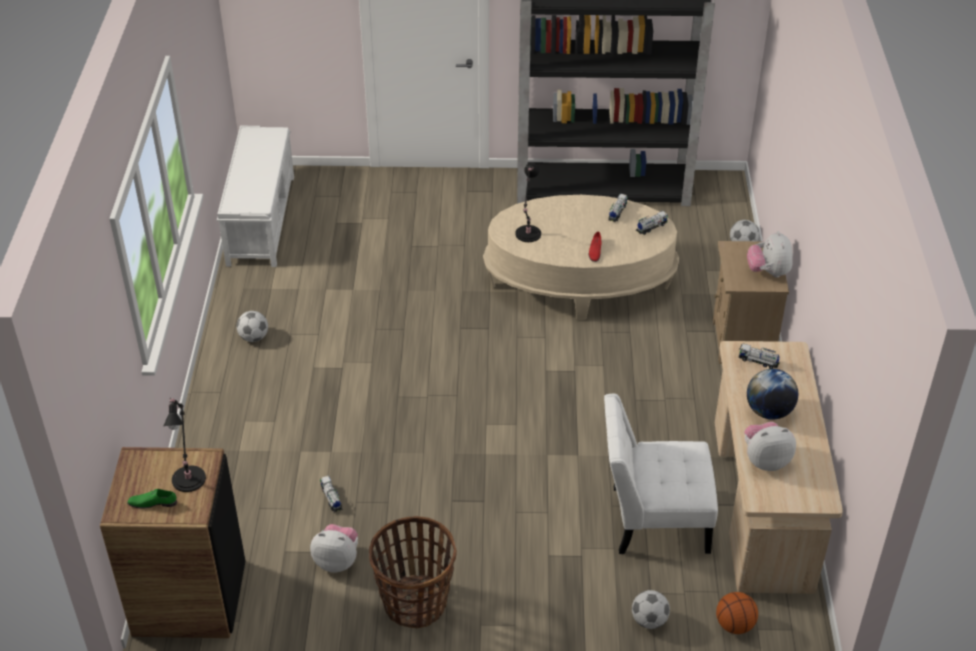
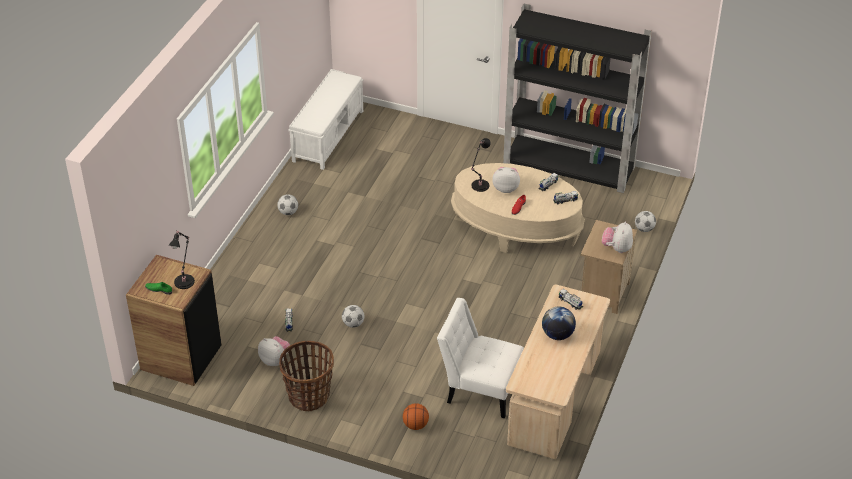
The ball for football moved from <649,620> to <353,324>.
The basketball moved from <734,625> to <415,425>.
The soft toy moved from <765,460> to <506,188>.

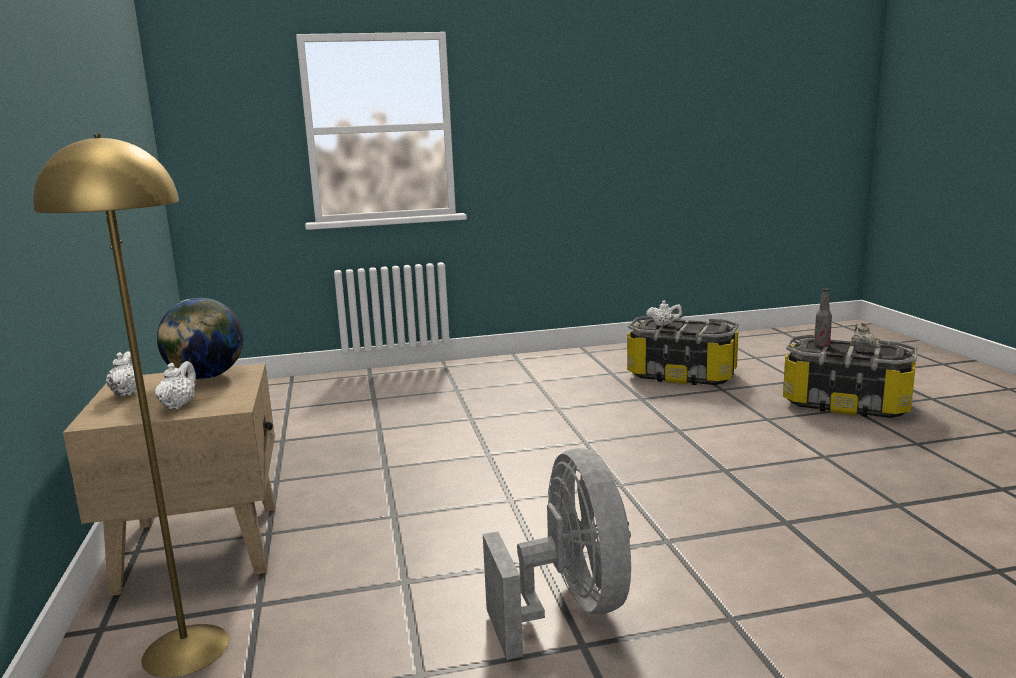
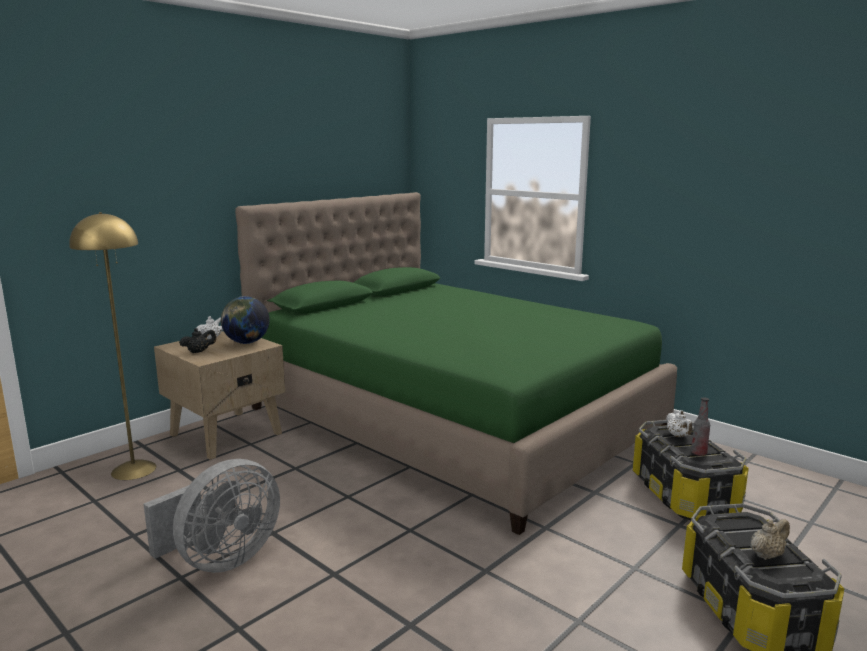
The teapot in whitish at <178,405> became the teapot in blackish at <199,352>.
The bed in green at <450,419> appeared.
The drink bottle moved from <821,345> to <698,453>.

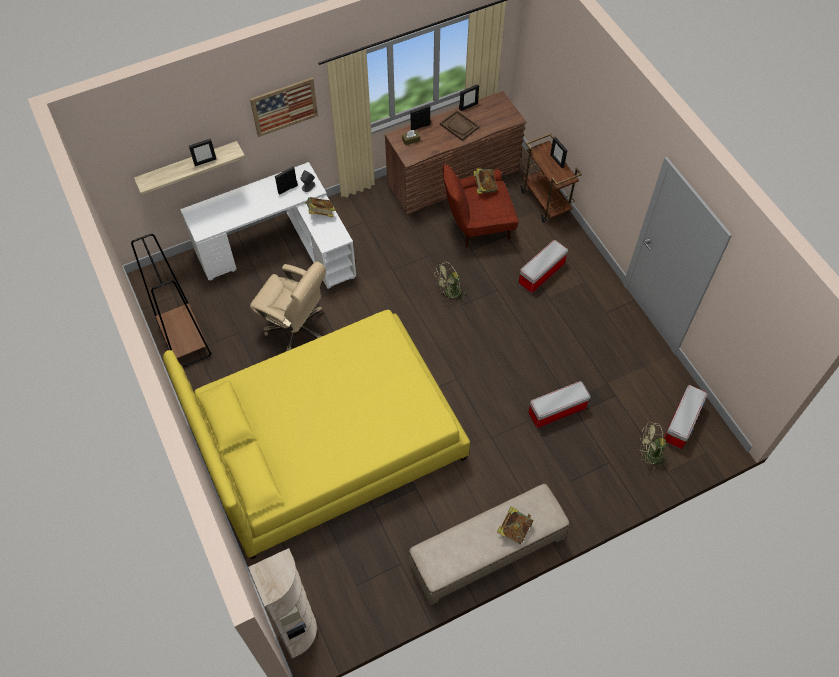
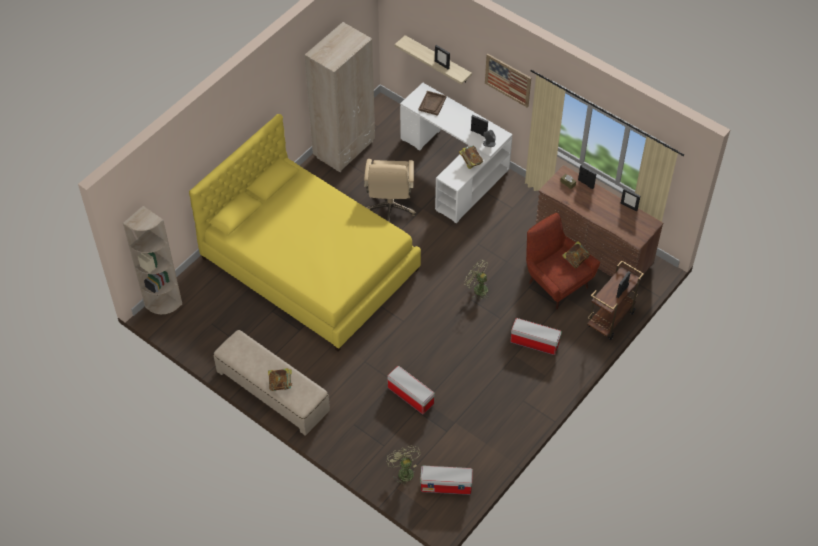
The clothes rack at <184,340> was replaced by the armoire in beige-coloured at <345,149>.
The tray in brown moved from <459,126> to <432,104>.

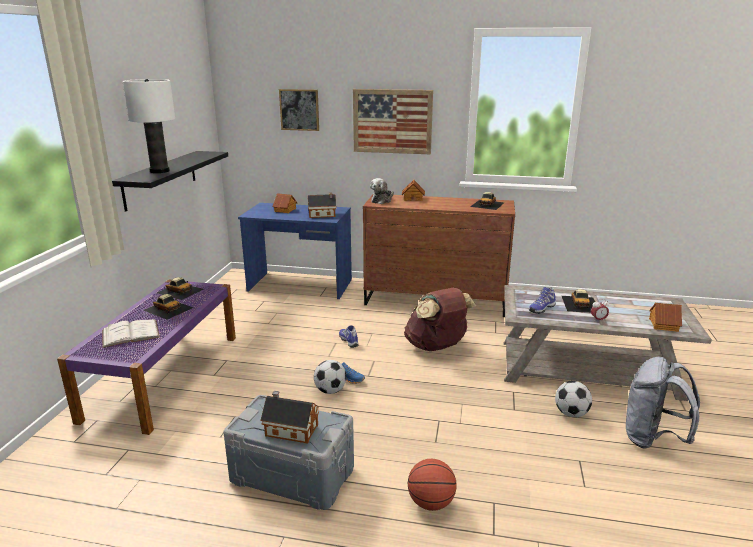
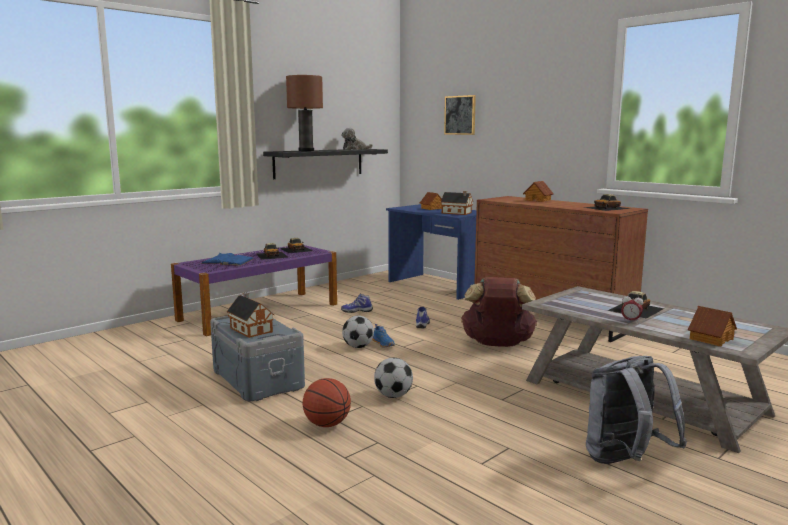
The bound book in whitish at <130,333> became the bound book in blue at <227,261>.
The table lamp in whitish at <160,171> became the table lamp in brown at <306,150>.
The soft toy moved from <382,200> to <355,149>.
The low shoe moved from <541,308> to <357,311>.
The ball for football moved from <571,414> to <393,396>.
The wall art at <392,121> disappeared.

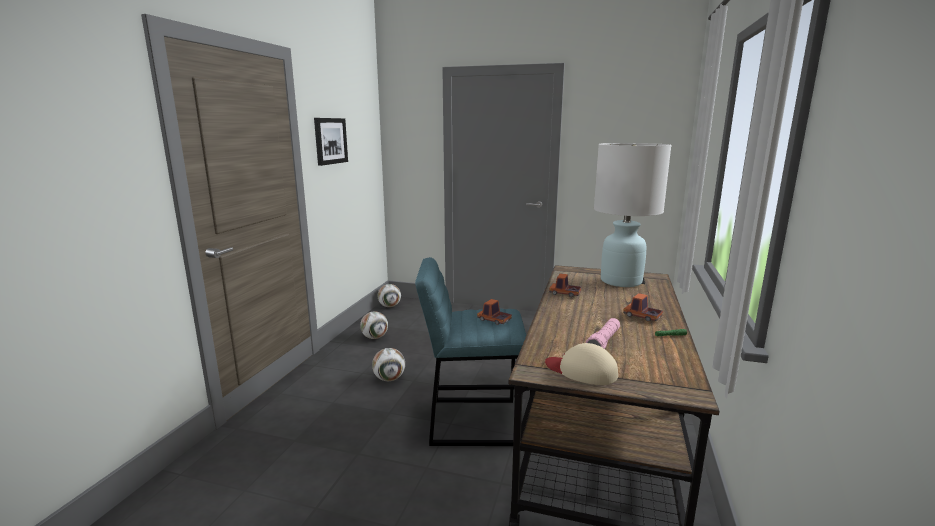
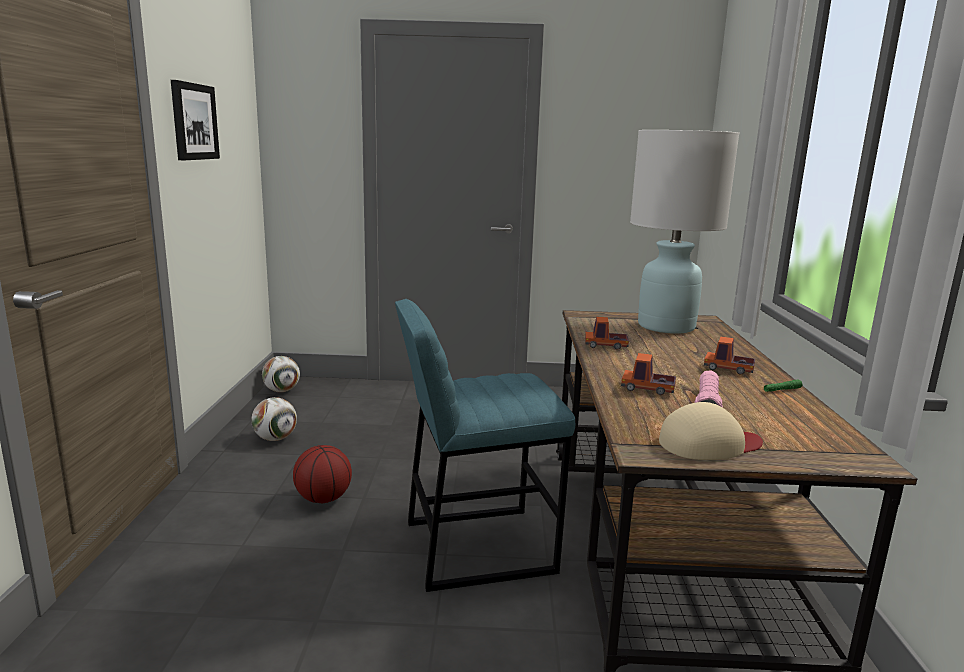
The ball for football at <389,379> was replaced by the basketball at <323,498>.
The toy lorry moved from <494,320> to <647,388>.
The cap in beige-coloured at <582,370> turned 150 degrees clockwise.

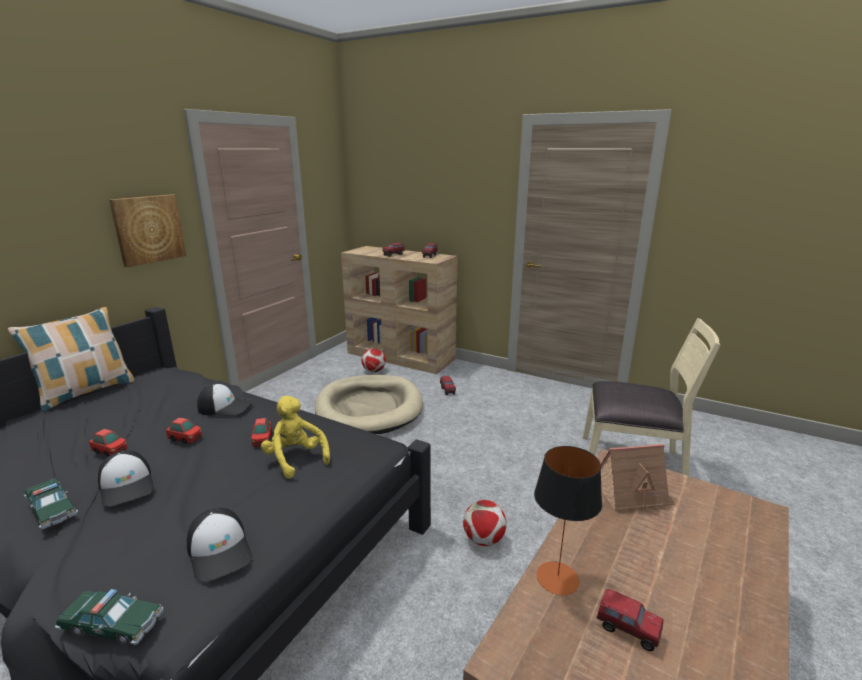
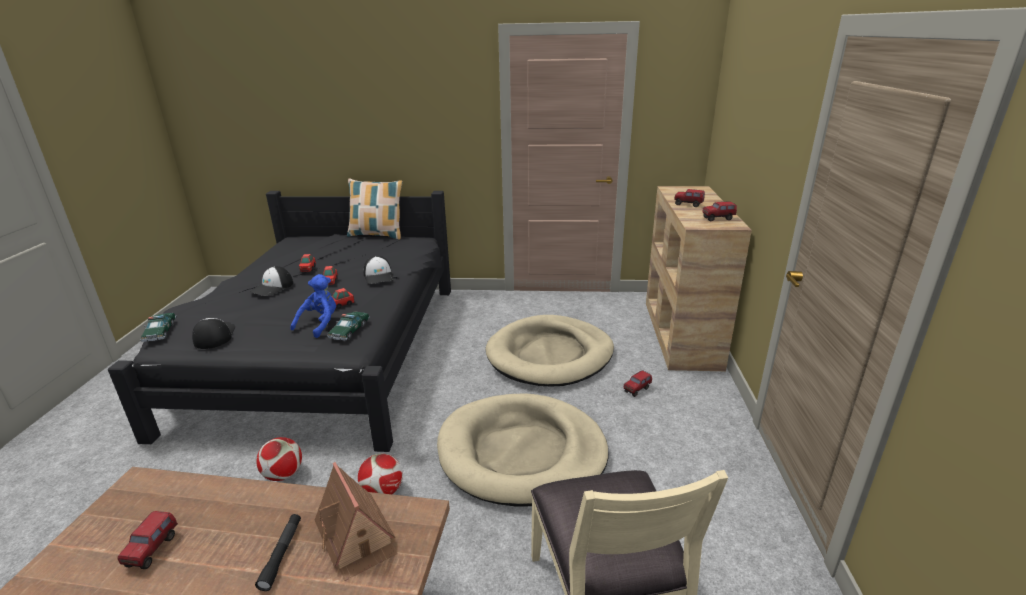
The cap at <220,551> turned 135 degrees clockwise.
The torch in blackish at <281,554> appeared.
The ball for football moved from <374,371> to <283,474>.
The soft toy in yellow-coloured at <295,459> became the soft toy in blue at <320,324>.
The toy car moved from <52,509> to <350,331>.
The dog cushion in beige-coloured at <522,453> appeared.
The wall art at <148,229> disappeared.
The table lamp at <557,578> disappeared.

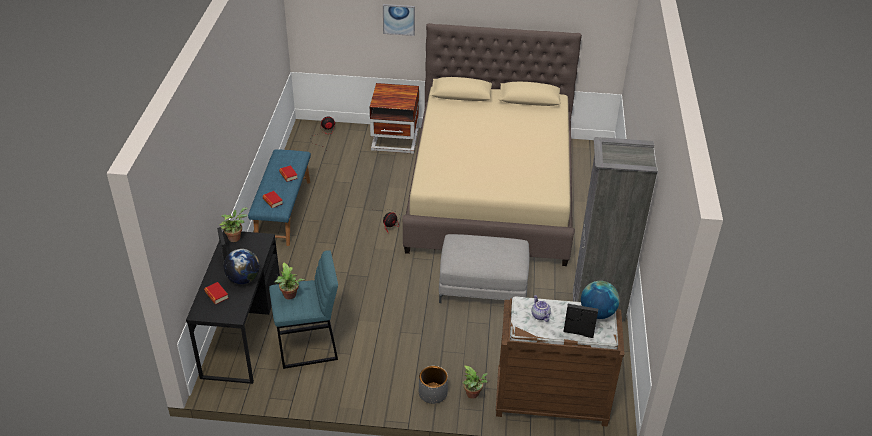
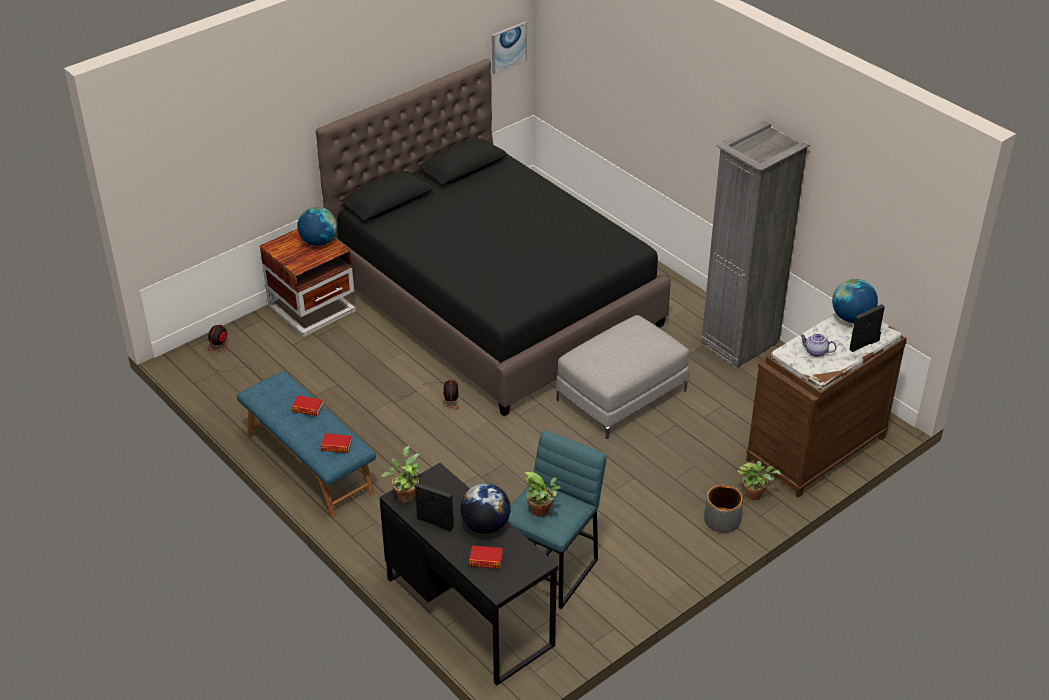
The globe at <318,242> appeared.
The bed in beige-coloured at <491,192> became the bed in blackish at <495,301>.
The wall art moved from <399,19> to <508,47>.

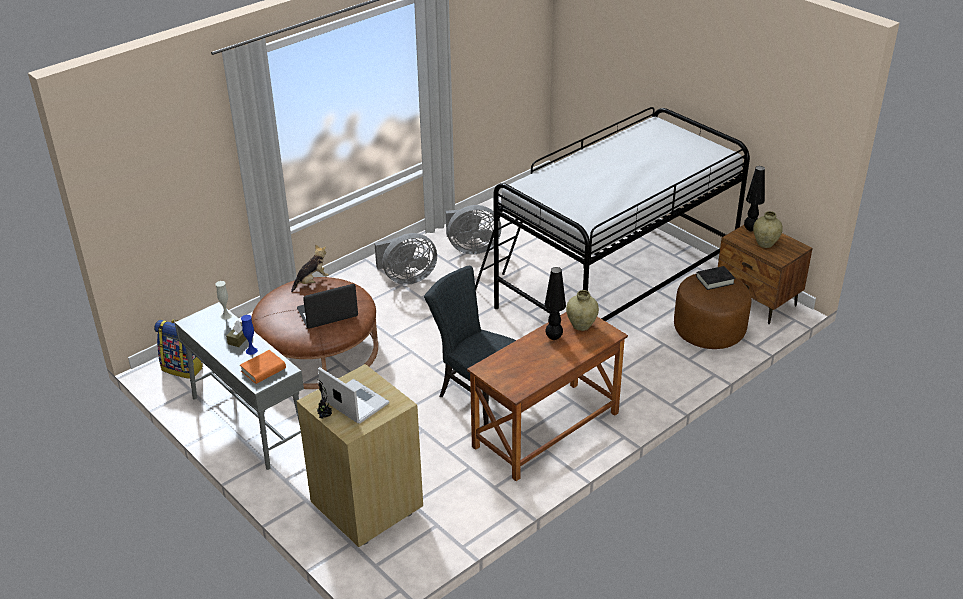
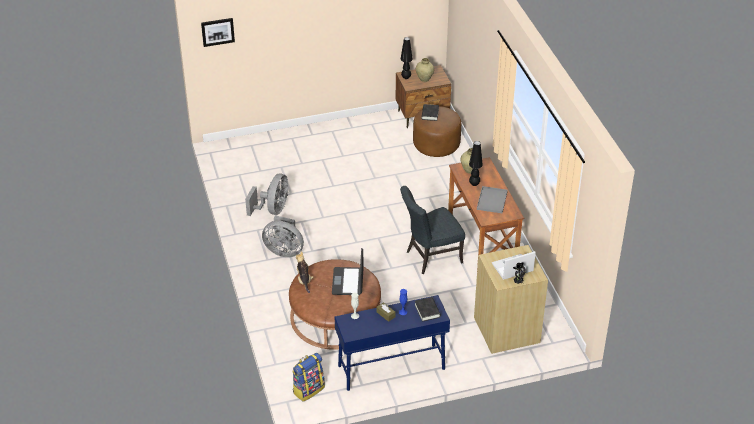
The wall art at <217,31> appeared.
The fan in gray at <406,278> turned 105 degrees clockwise.
The hall table in gray at <250,421> became the hall table in blue at <391,367>.
The bound book in orange at <263,370> became the bound book in blackish at <427,311>.
The tray in gray at <491,200> appeared.
The bed in blackish at <612,289> disappeared.

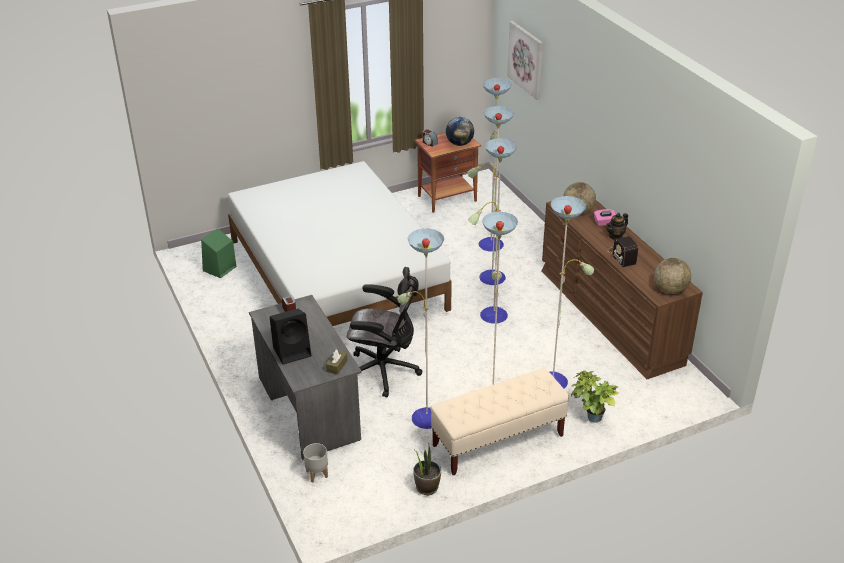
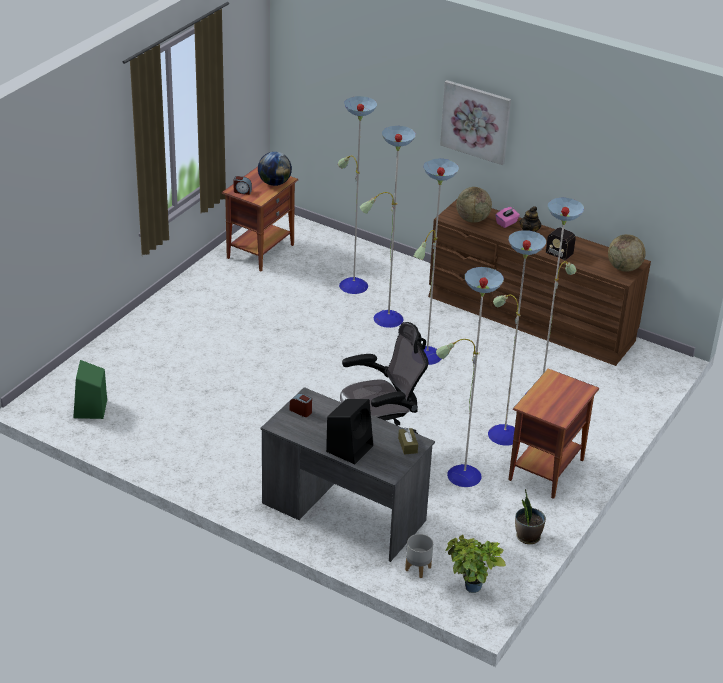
The wall art moved from <526,59> to <476,121>.
The houseplant moved from <590,419> to <469,590>.
The bench in beige-coloured at <497,441> was replaced by the nightstand at <546,470>.
The bed in whitish at <336,274> disappeared.

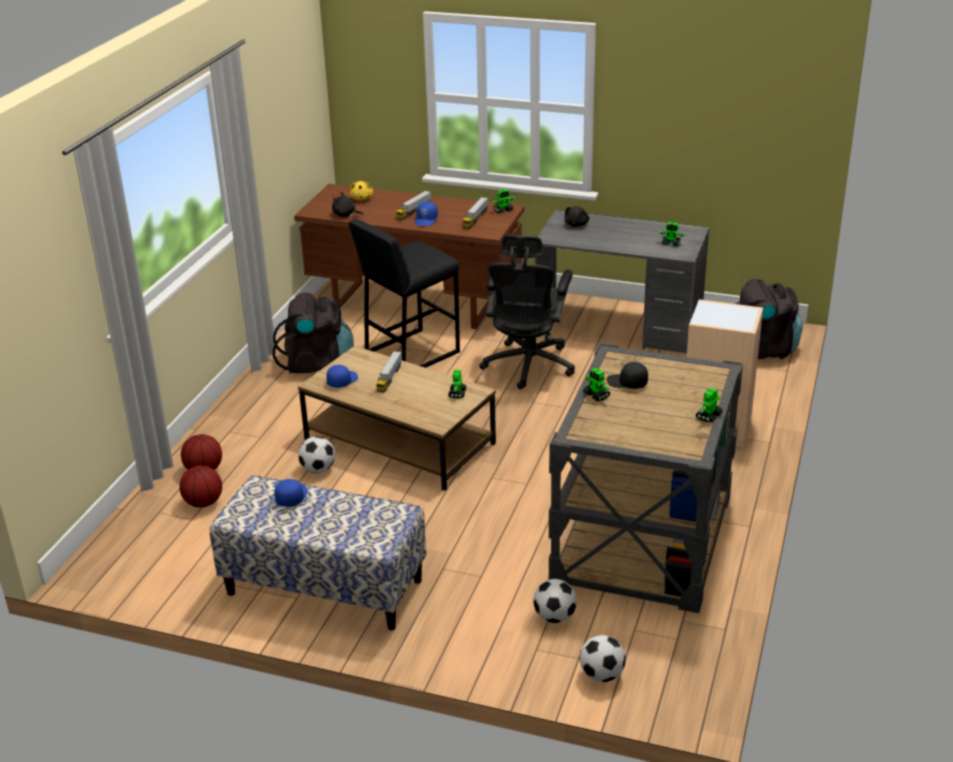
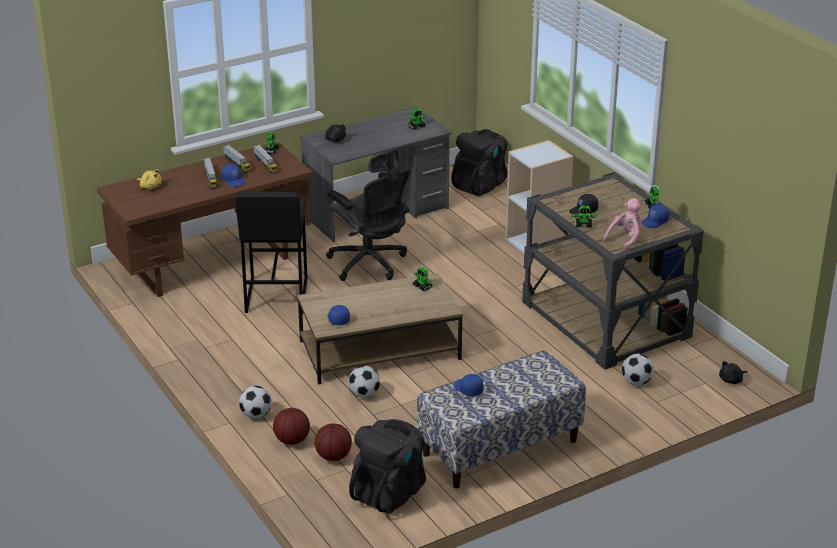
The toy lorry moved from <389,378> to <237,164>.
The ball for football moved from <601,675> to <256,415>.
The backpack in blackish moved from <317,363> to <390,492>.
The soft toy in pink-coloured at <625,238> appeared.
The cap in blue at <655,222> appeared.
The soft toy in blackish moved from <345,215> to <732,380>.

